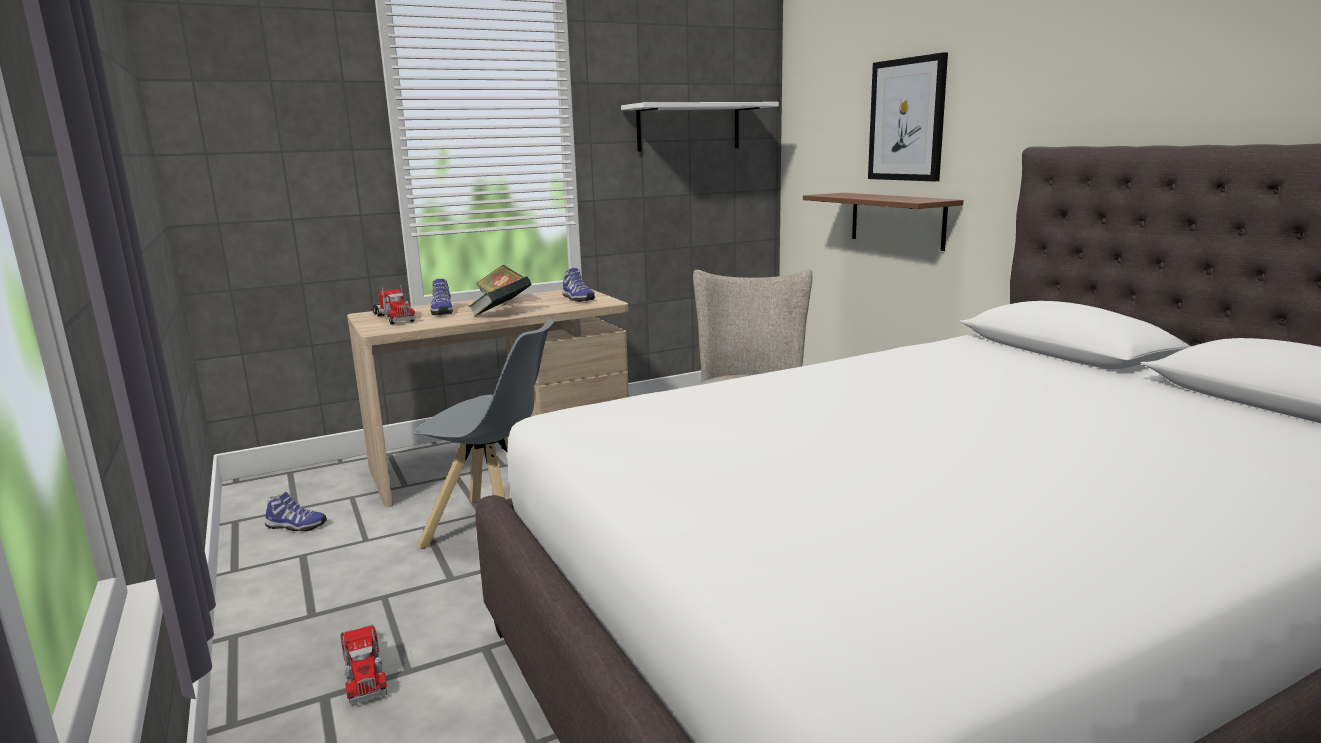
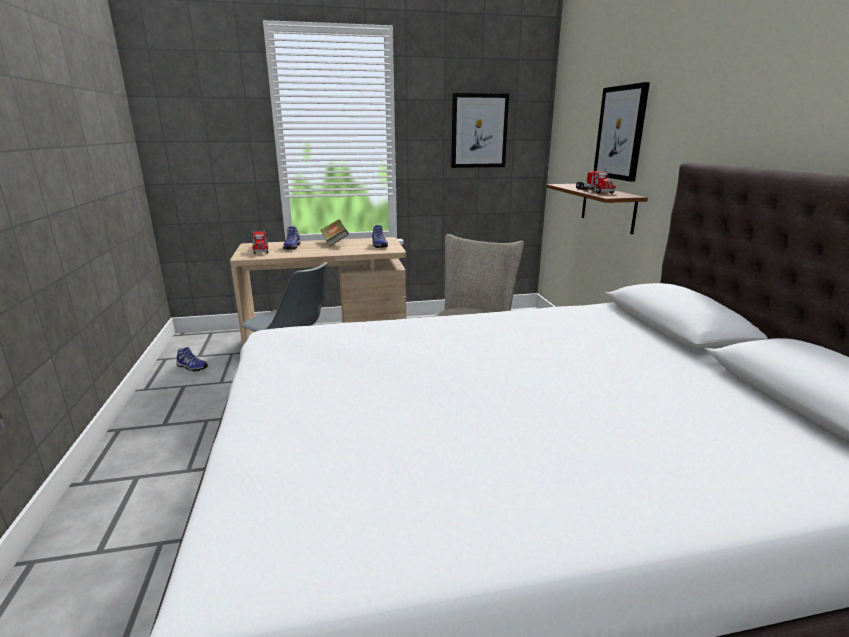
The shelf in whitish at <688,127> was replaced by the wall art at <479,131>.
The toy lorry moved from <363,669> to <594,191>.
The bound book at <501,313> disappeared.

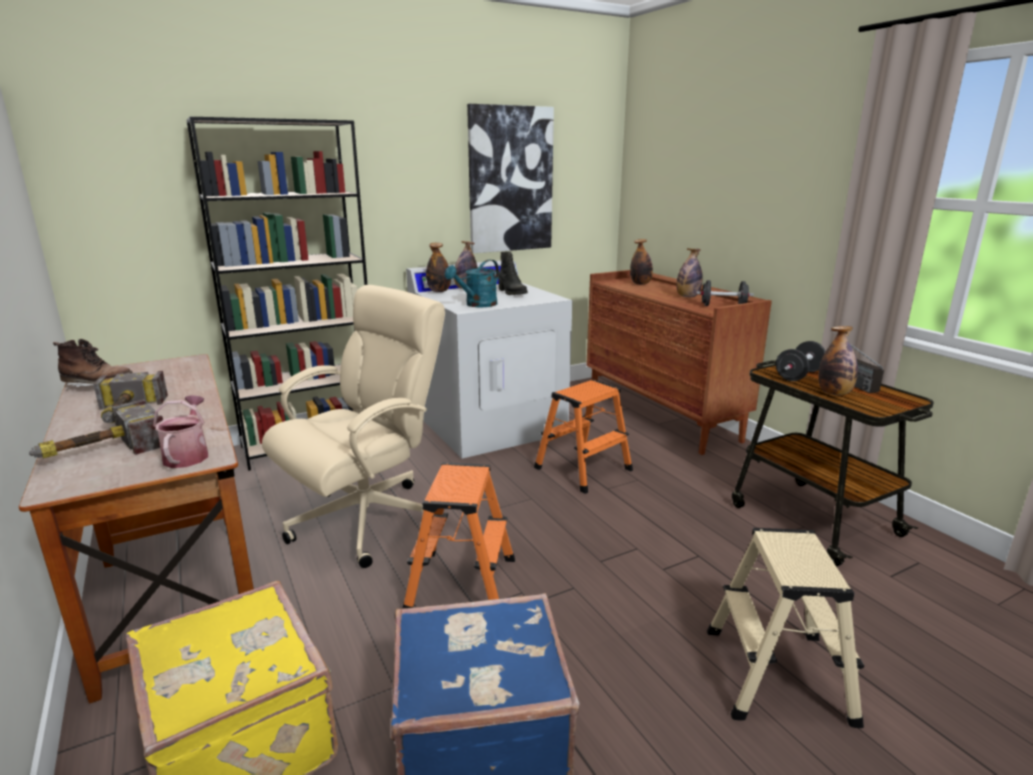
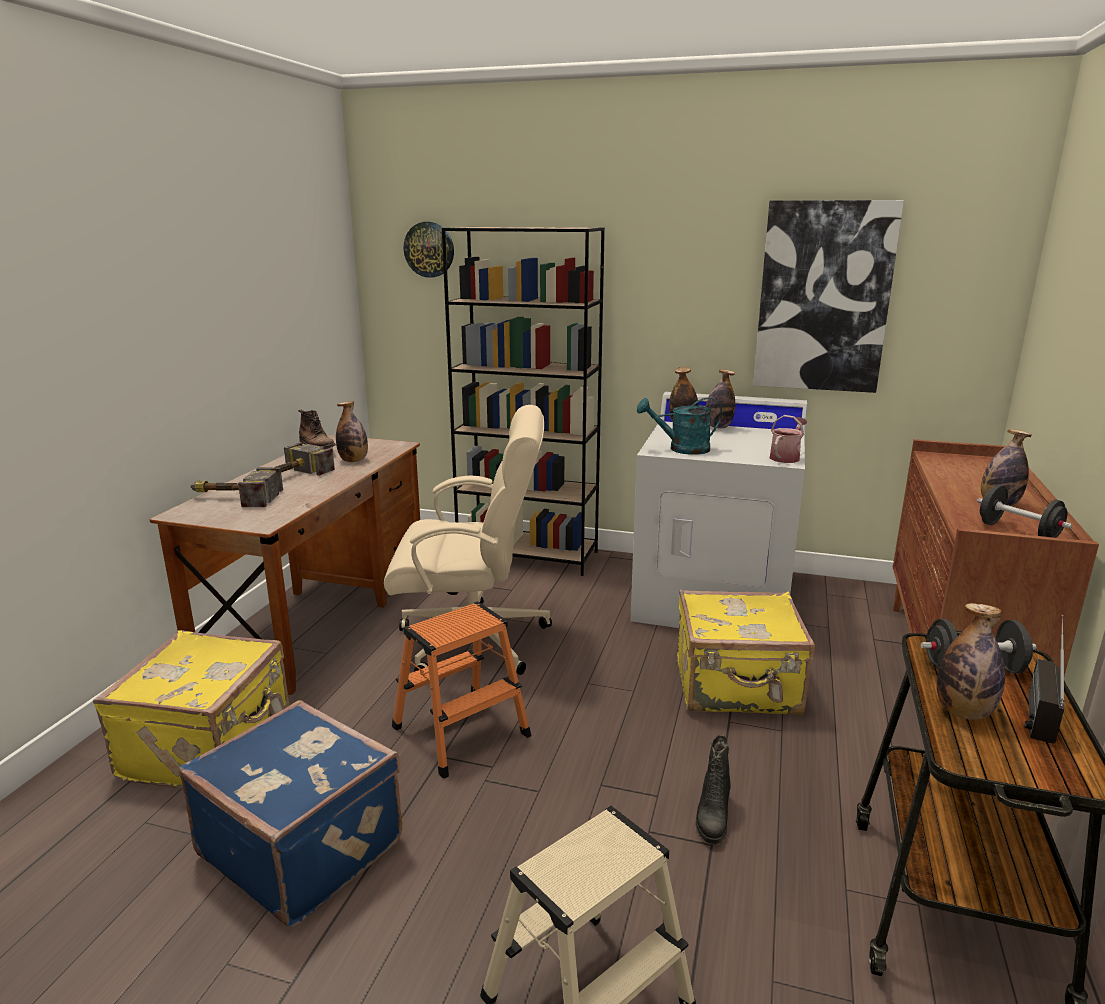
The drink bottle moved from <640,284> to <354,461>.
The wall clock at <429,249> appeared.
The step stool in orange at <583,468> was replaced by the piece of luggage in yellow-coloured at <737,688>.
The boot in blackish moved from <511,293> to <712,817>.
The watering can moved from <188,455> to <786,457>.

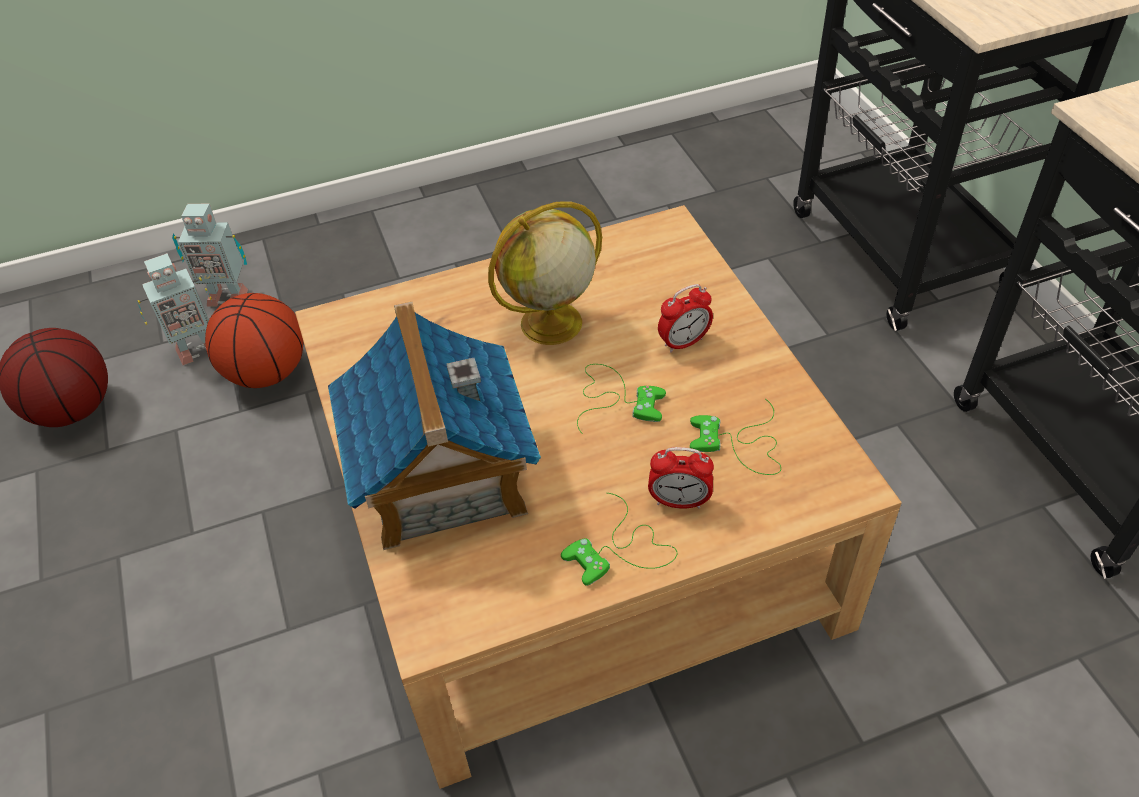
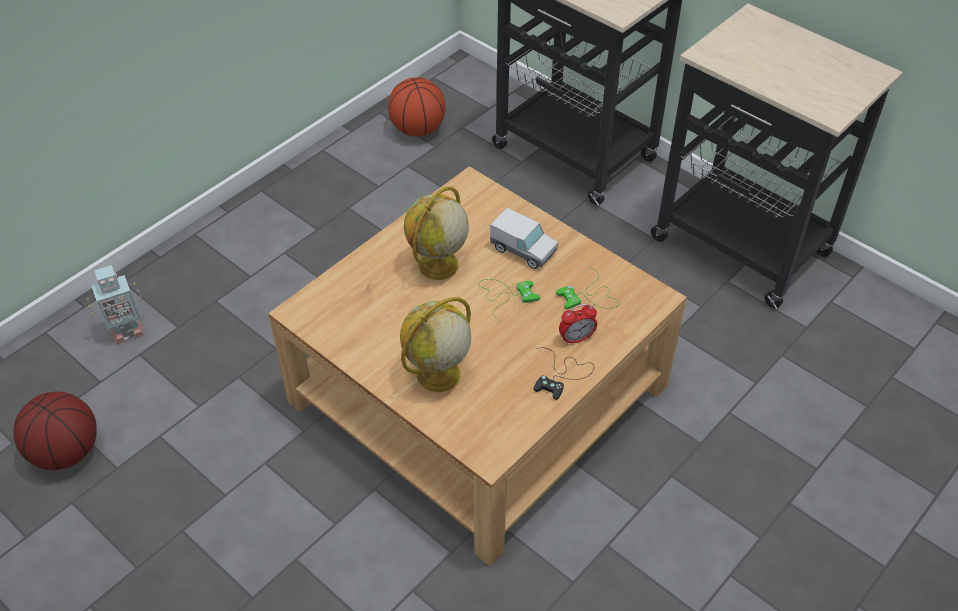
The basketball moved from <267,372> to <417,129>.
The model house at <442,478> was replaced by the globe at <437,375>.
The table clock at <683,342> was replaced by the toy lorry at <523,250>.
The game controller in green at <621,550> became the game controller in blackish at <562,375>.
The model robot at <195,349> disappeared.

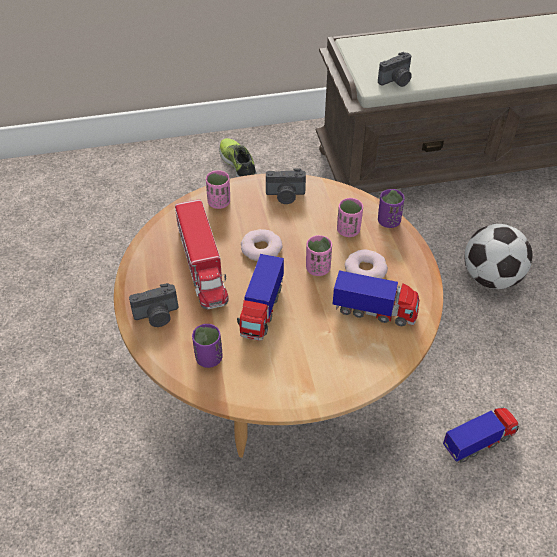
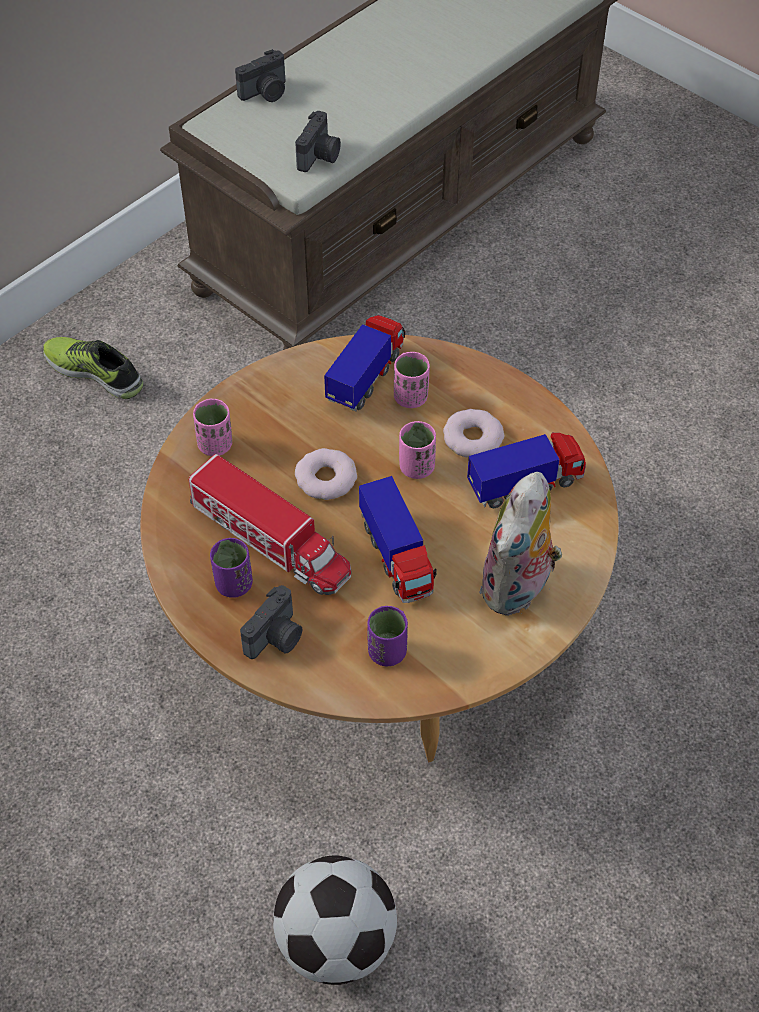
The small cup in purple-coloured moved from <388,221> to <233,584>.
The still camera moved from <285,196> to <266,93>.
The ball for football moved from <490,278> to <336,942>.
The toy lorry moved from <478,443> to <366,377>.
The soft toy at <518,589> appeared.

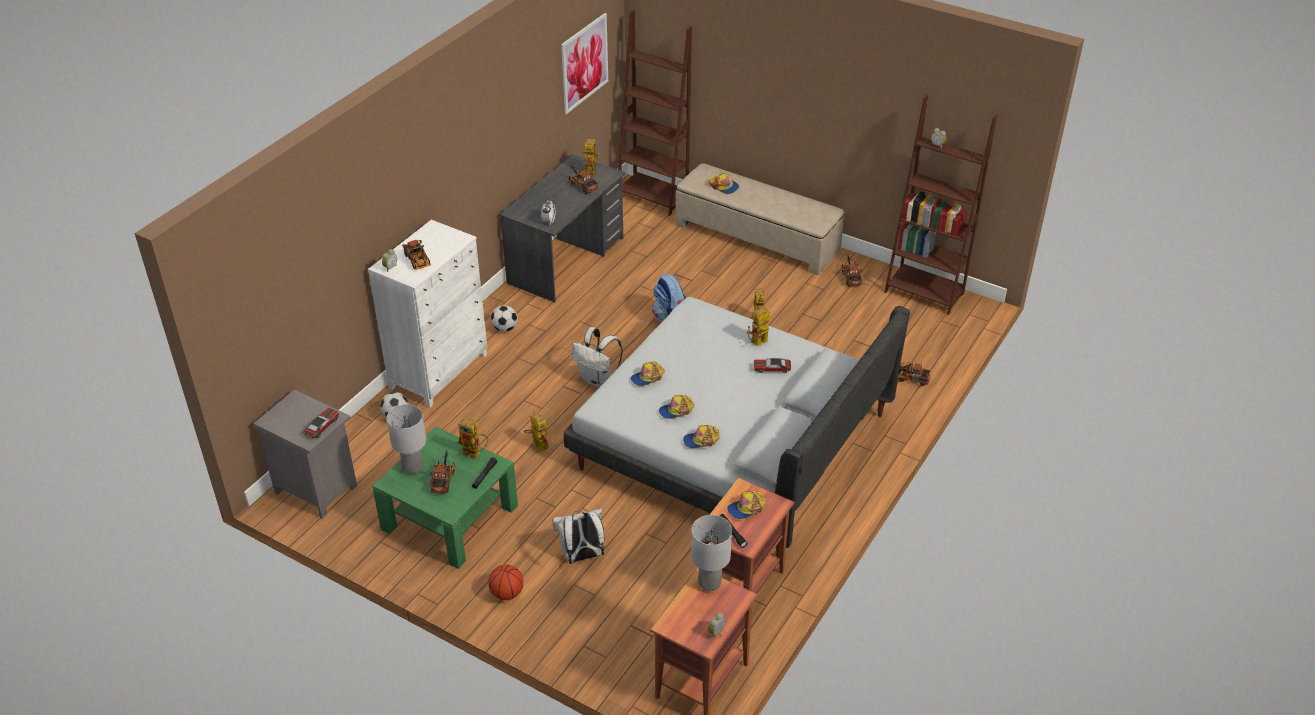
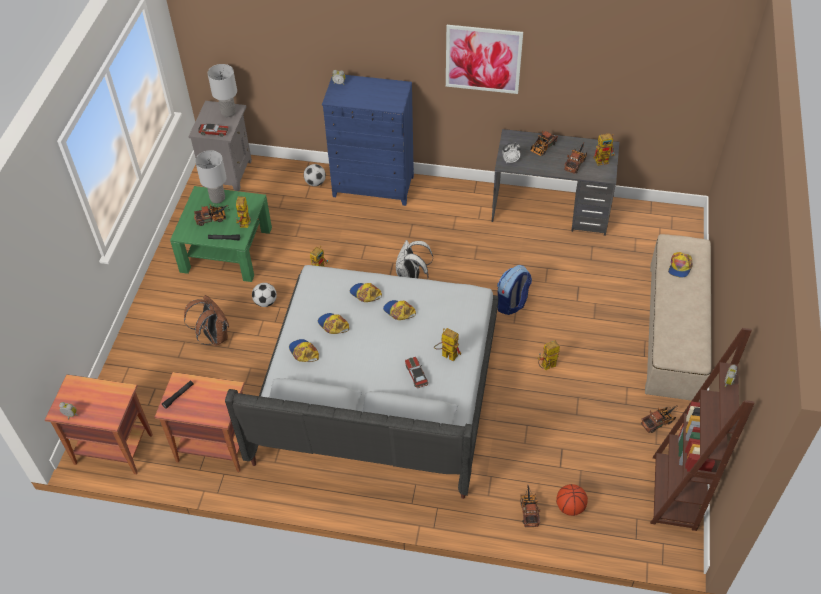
The backpack in whitish at <582,556> became the backpack in brown at <213,336>.
The table lamp in gray moved from <709,584> to <228,113>.
The ball for football moved from <505,328> to <265,302>.
The drawer chest in whitish at <441,372> became the drawer chest in blue at <374,188>.
The cap moved from <747,508> to <399,312>.
The wall art moved from <584,63> to <483,59>.
The toy lorry moved from <418,262> to <542,149>.
The basketball moved from <507,593> to <570,507>.
The shelving unit in brown at <652,197> disappeared.

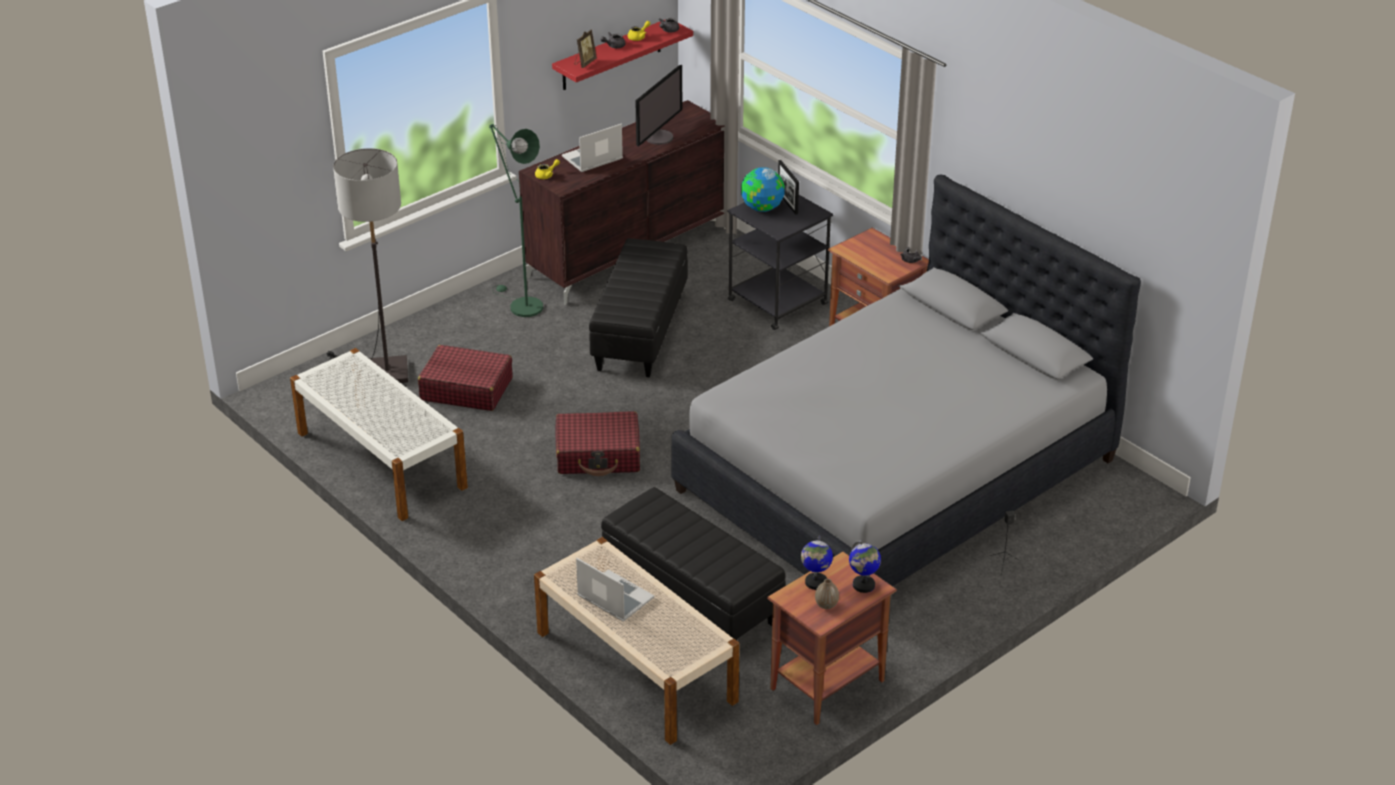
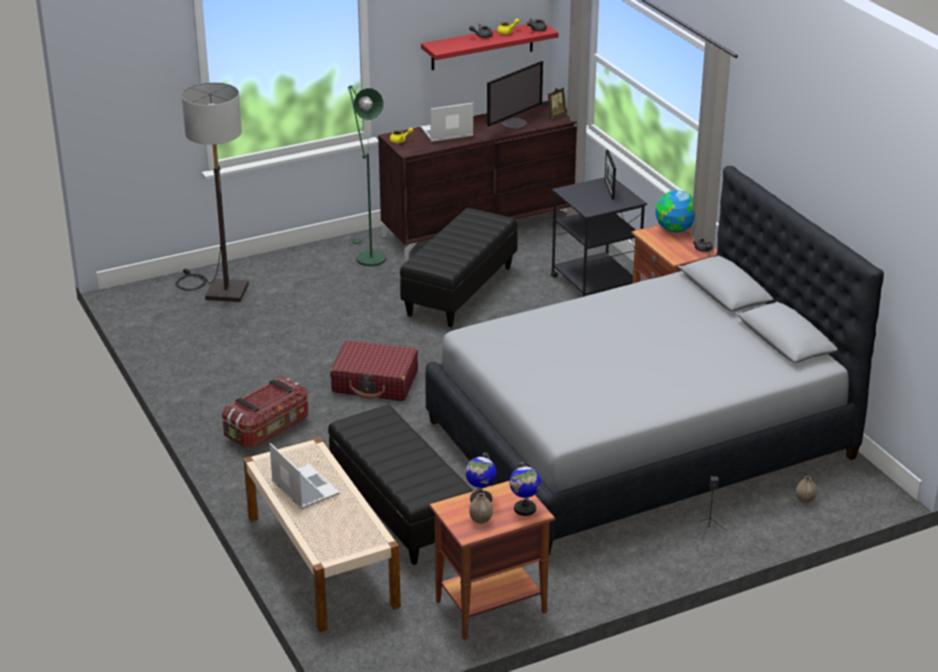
The storage container at <268,429> appeared.
The picture frame moved from <584,63> to <554,116>.
The globe moved from <762,208> to <674,229>.
The vase at <805,500> appeared.
The bench in whitish at <380,460> disappeared.
The piece of luggage in red at <466,389> disappeared.

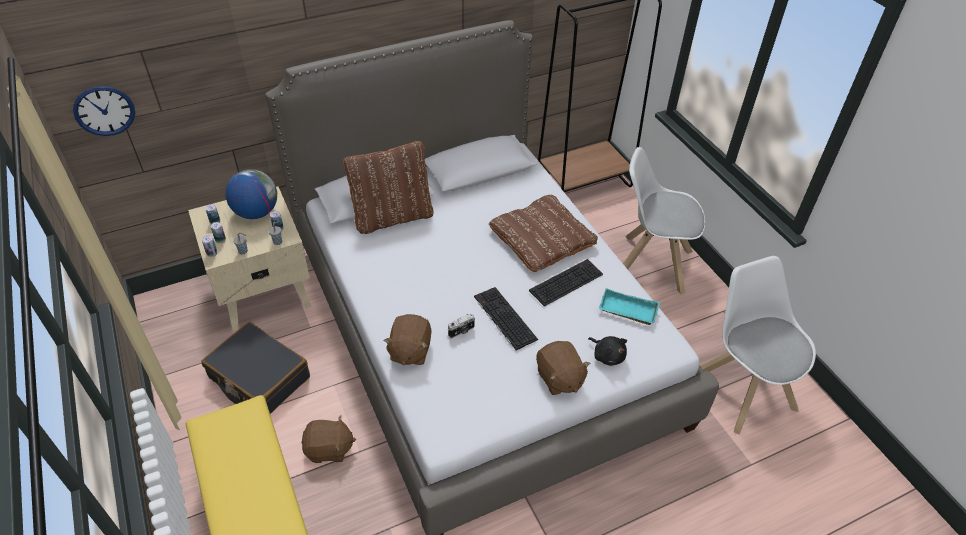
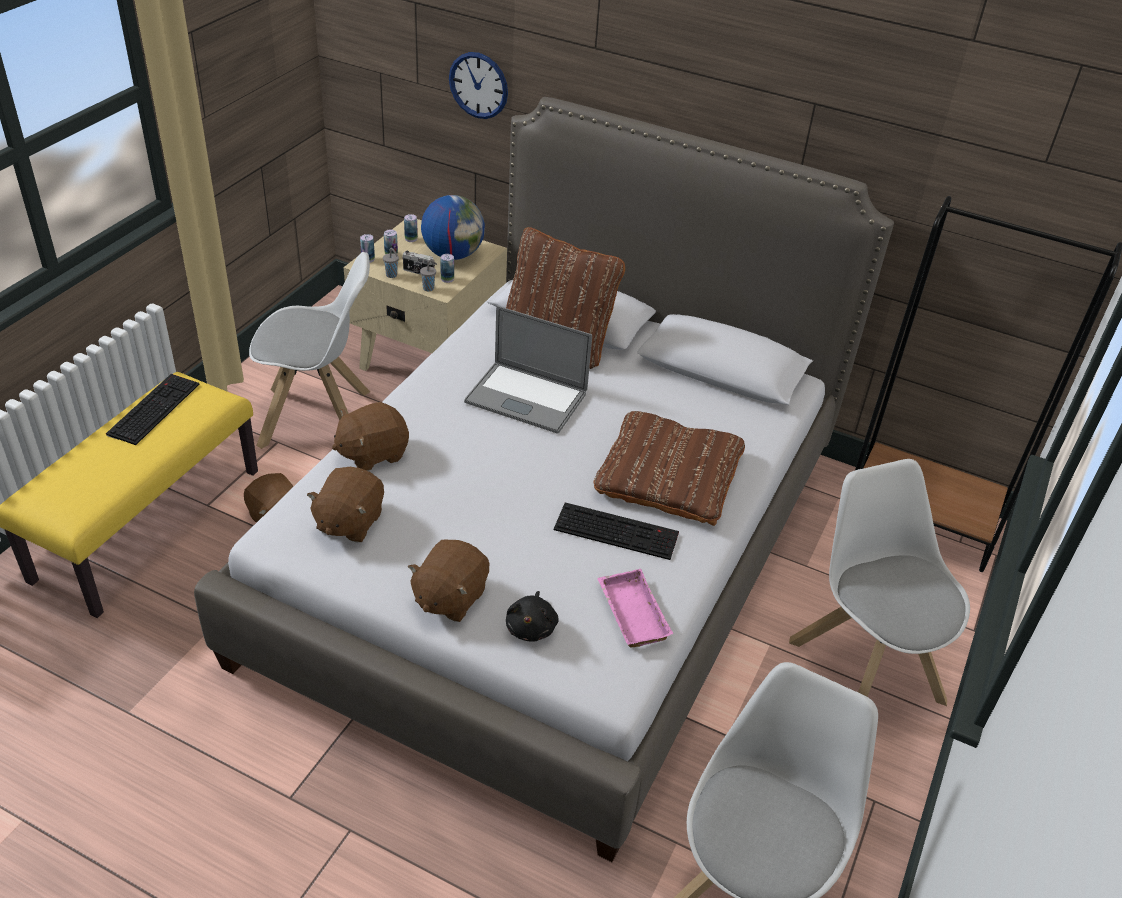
The PC keyboard moved from <503,318> to <153,408>.
The piece of luggage in blackish at <259,378> was replaced by the chair at <319,419>.
The soft toy in brown at <349,522> appeared.
The still camera moved from <462,331> to <418,272>.
The wall clock moved from <104,110> to <478,85>.
The notebook computer at <526,398> appeared.
The tray in turquoise at <626,311> became the tray in pink-coloured at <630,613>.

